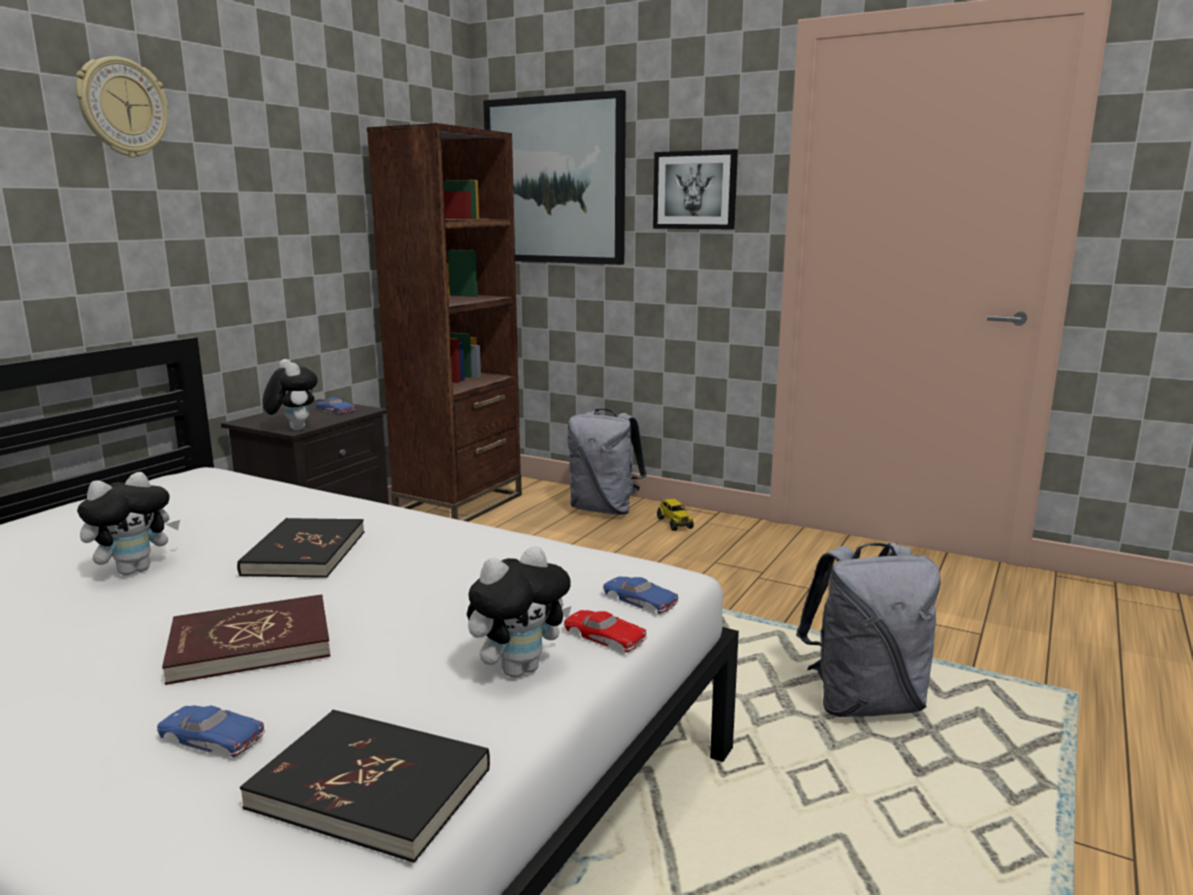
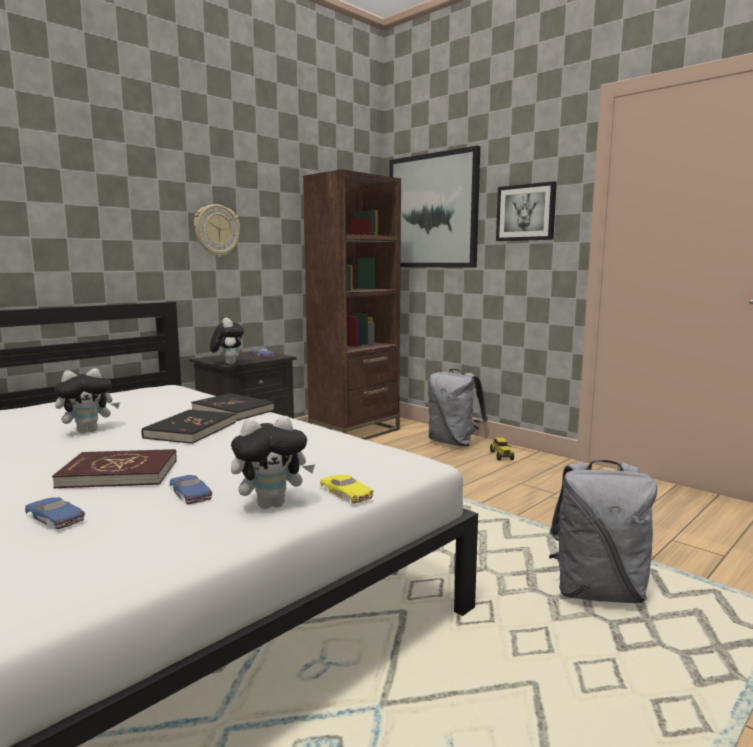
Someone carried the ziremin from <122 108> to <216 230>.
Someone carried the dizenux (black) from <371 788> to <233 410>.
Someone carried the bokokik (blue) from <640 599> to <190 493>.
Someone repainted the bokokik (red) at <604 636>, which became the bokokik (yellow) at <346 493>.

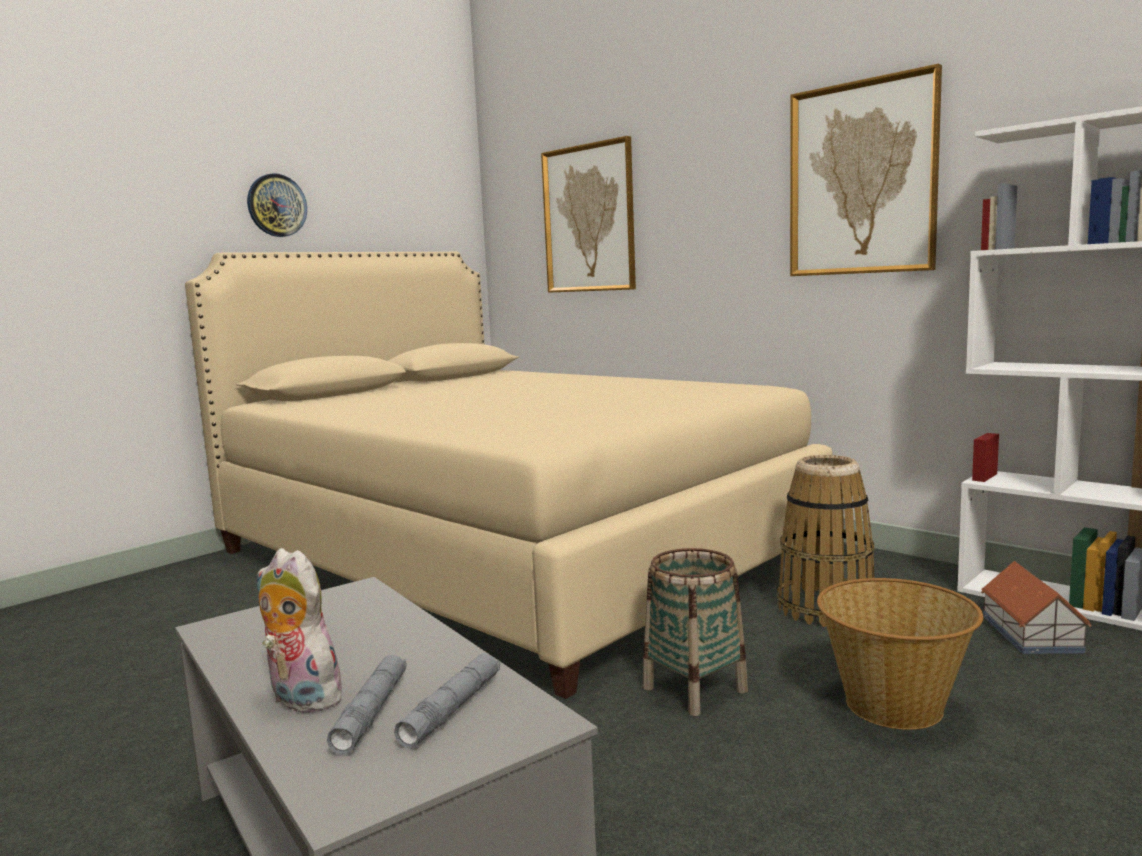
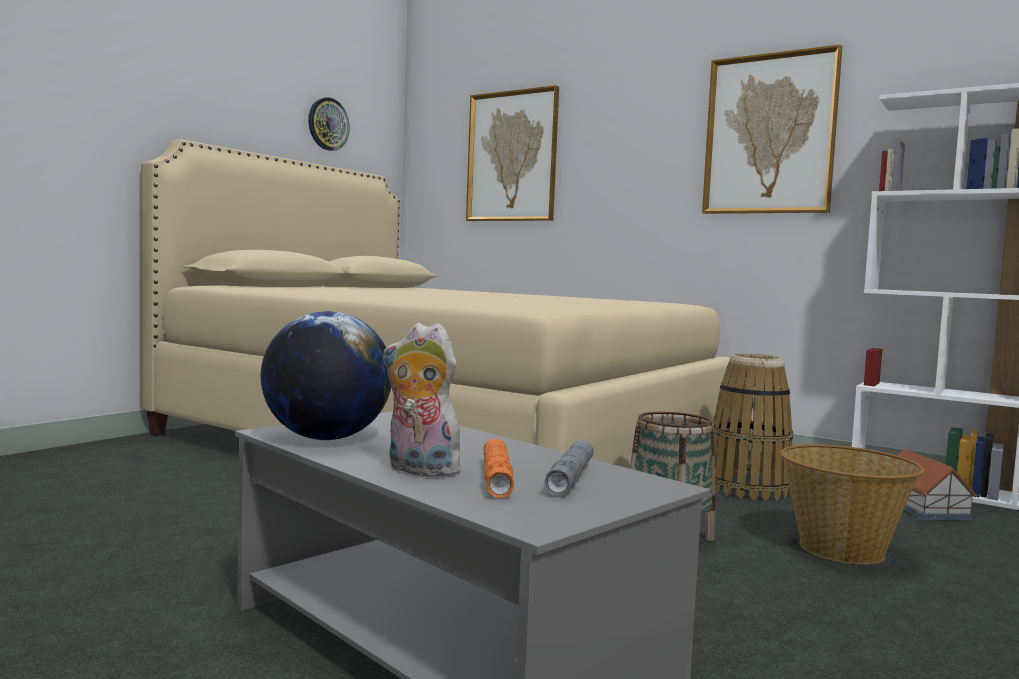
Someone put down the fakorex at <326 438>.
Someone carried the ziremin from <276 205> to <328 124>.
Someone repainted the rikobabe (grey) at <371 712>, which became the rikobabe (orange) at <496 478>.

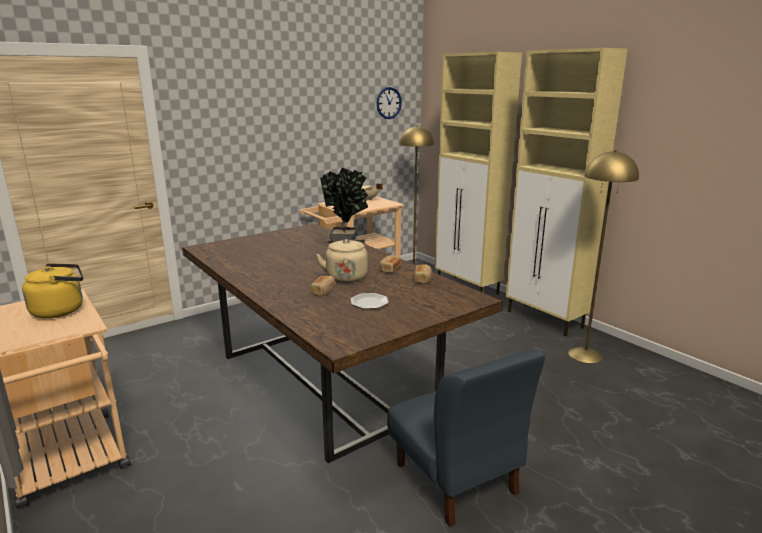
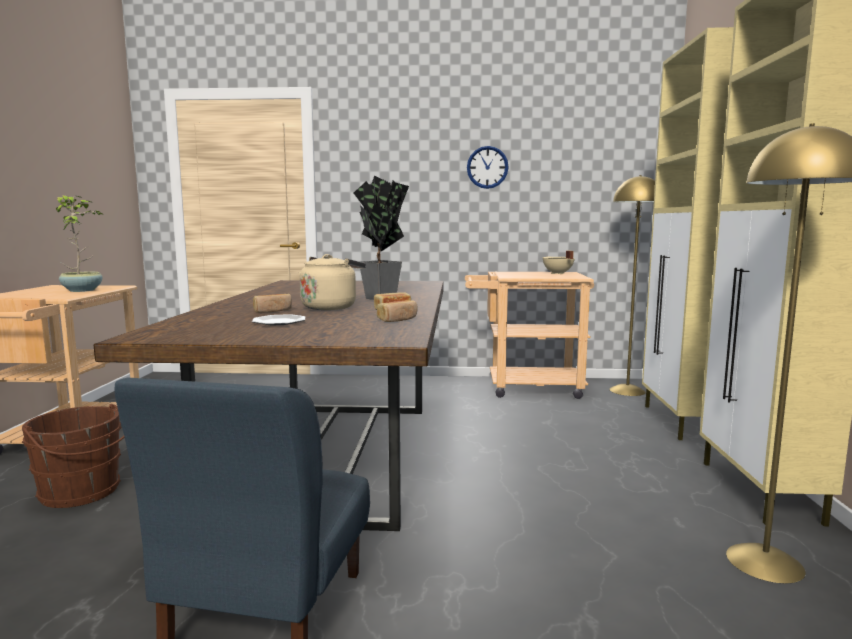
Someone put down the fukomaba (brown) at <82 493>.
Someone carried the ziremin from <388 103> to <487 167>.
Someone swapped the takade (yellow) at <61 310> for the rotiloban at <83 290>.

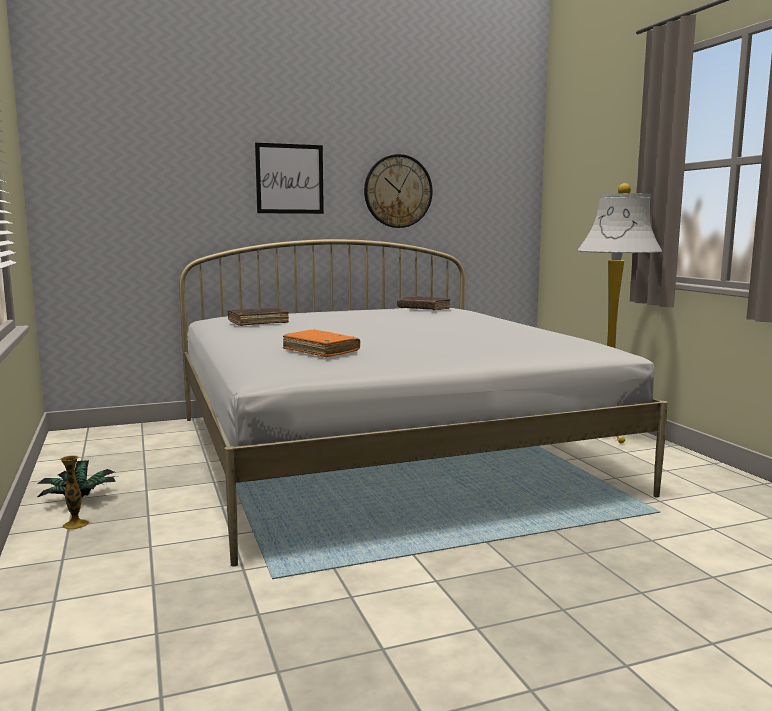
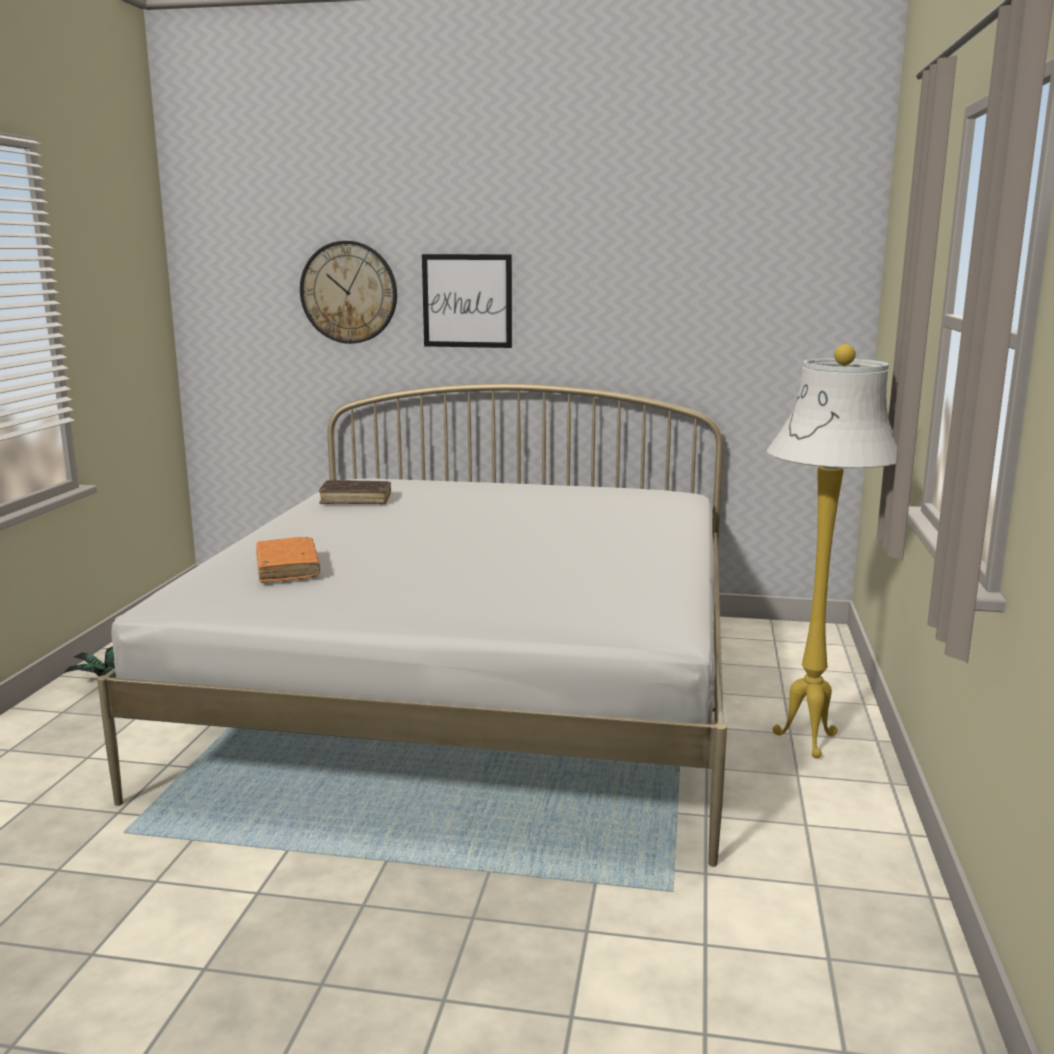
Someone took away the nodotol at <75 524>.
Someone took away the dizenux (brown) at <423 309>.
Someone carried the ziremin from <398 191> to <349 292>.

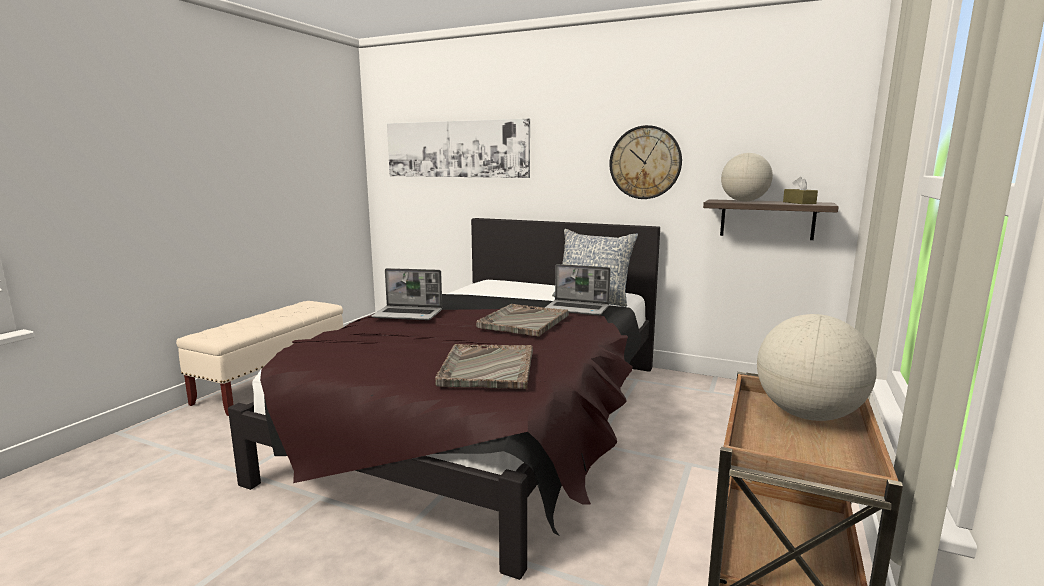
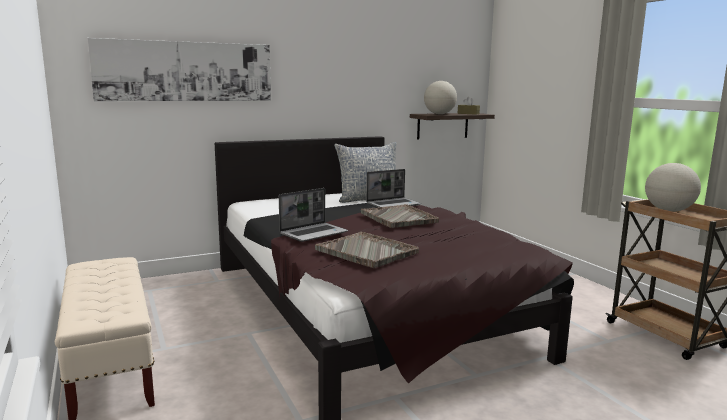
Someone took away the ziremin at <645 162>.
Someone carried the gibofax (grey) from <487 368> to <367 251>.

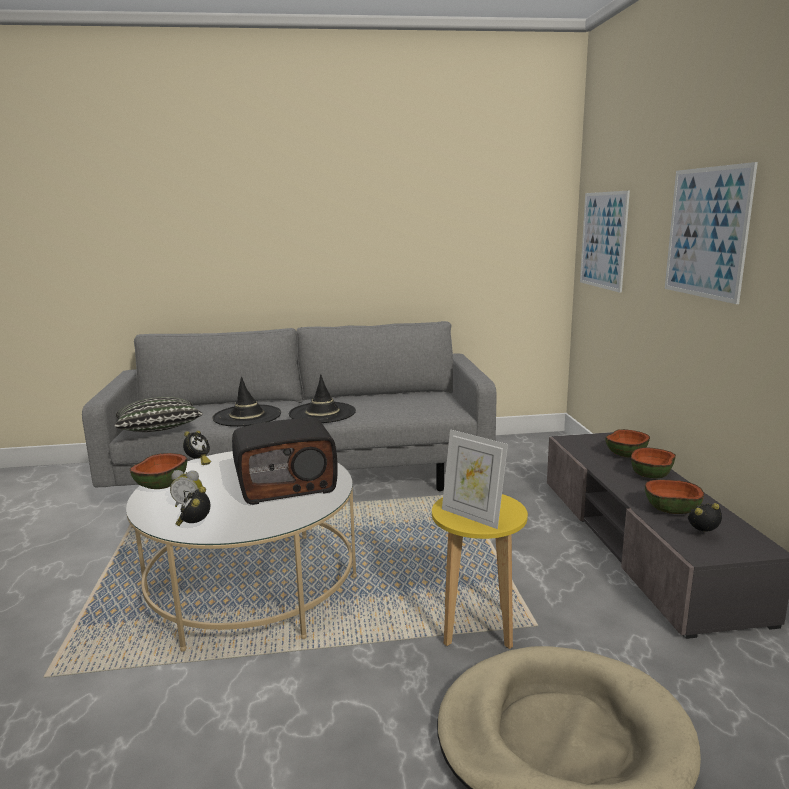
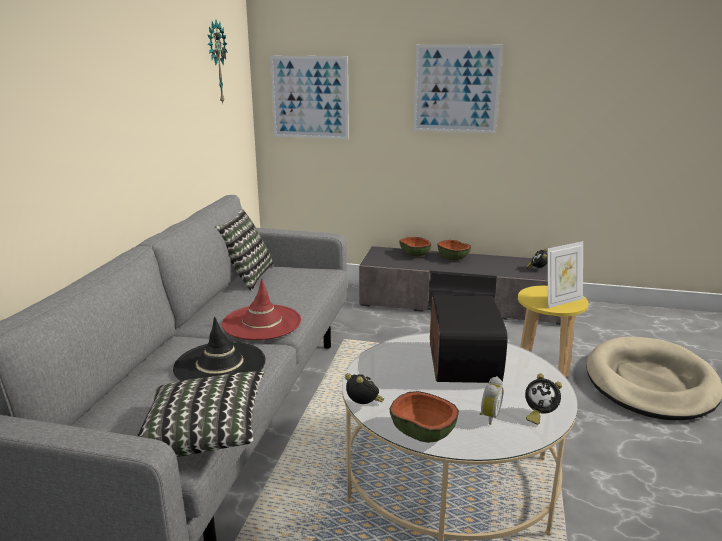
Someone took away the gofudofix at <671 510>.
Someone put up the ziremin at <216 62>.
Someone put down the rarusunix at <246 276>.
Someone repainted the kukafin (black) at <322 413>, which became the kukafin (red) at <261 322>.

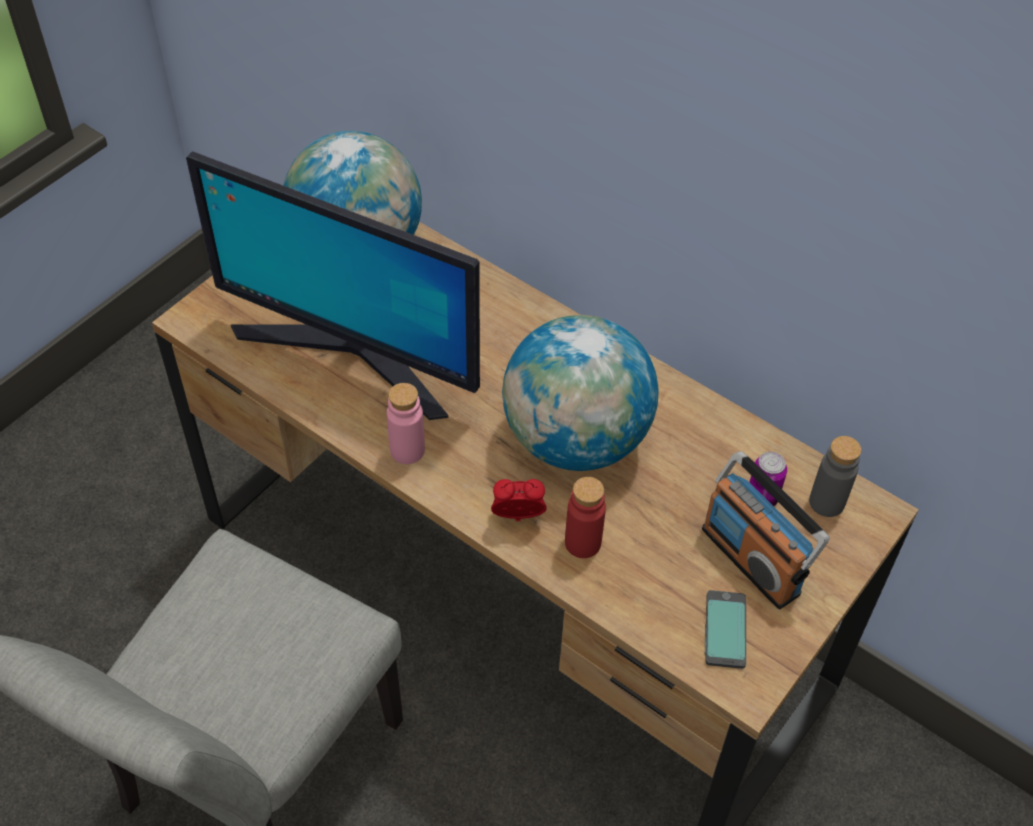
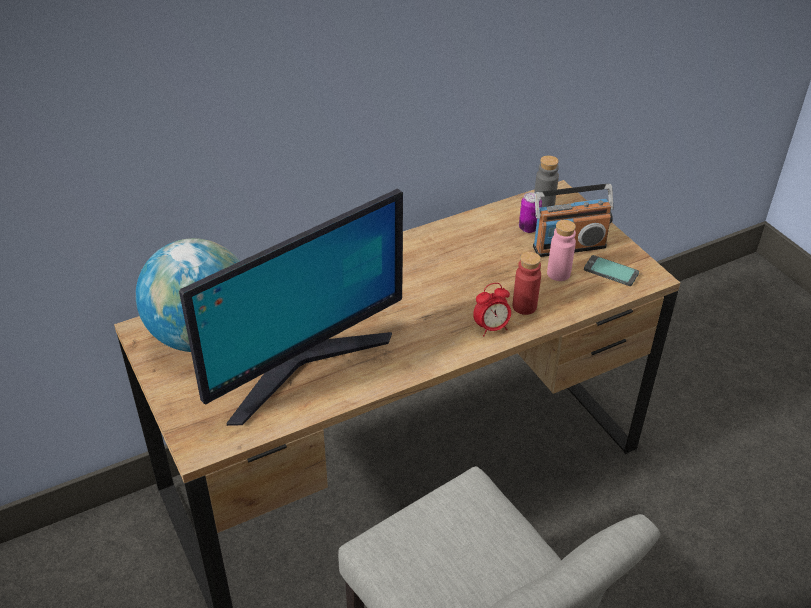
Someone took away the fakorex at <575 440>.
Someone carried the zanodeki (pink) from <407 450> to <558 273>.
Someone rotated the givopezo at <518 518> by 135 degrees counterclockwise.

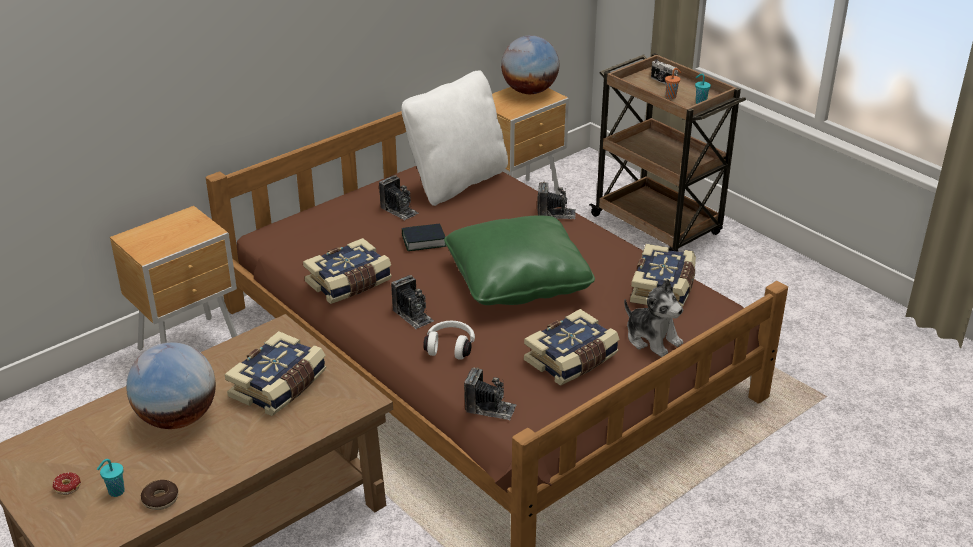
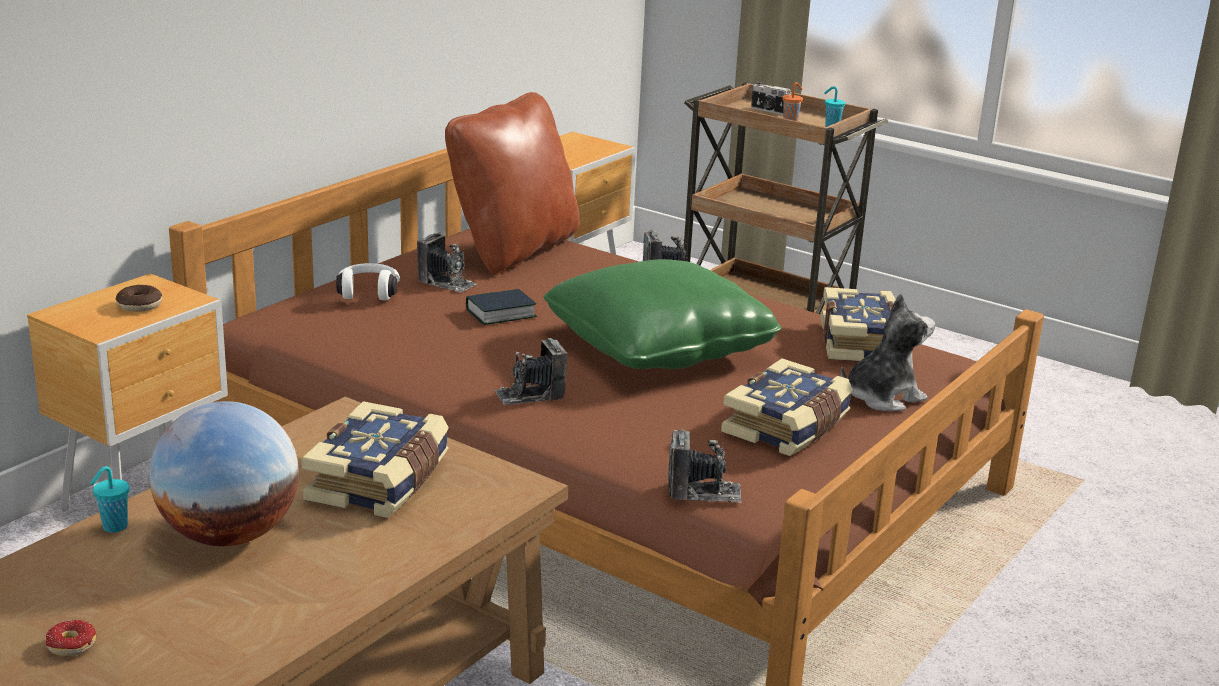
Someone took away the dizenux at <349 283>.
Someone took away the fakorex at <529 91>.
Someone carried the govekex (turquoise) from <115 492> to <113 527>.
Someone carried the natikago from <160 499> to <139 305>.
Someone carried the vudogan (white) from <450 347> to <368 292>.
Someone repainted the rarusunix (white) at <457 182>, which became the rarusunix (brown) at <514 250>.
Someone rotated the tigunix at <413 315> by 120 degrees clockwise.
Someone rotated the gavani at <652 339> by 60 degrees counterclockwise.

